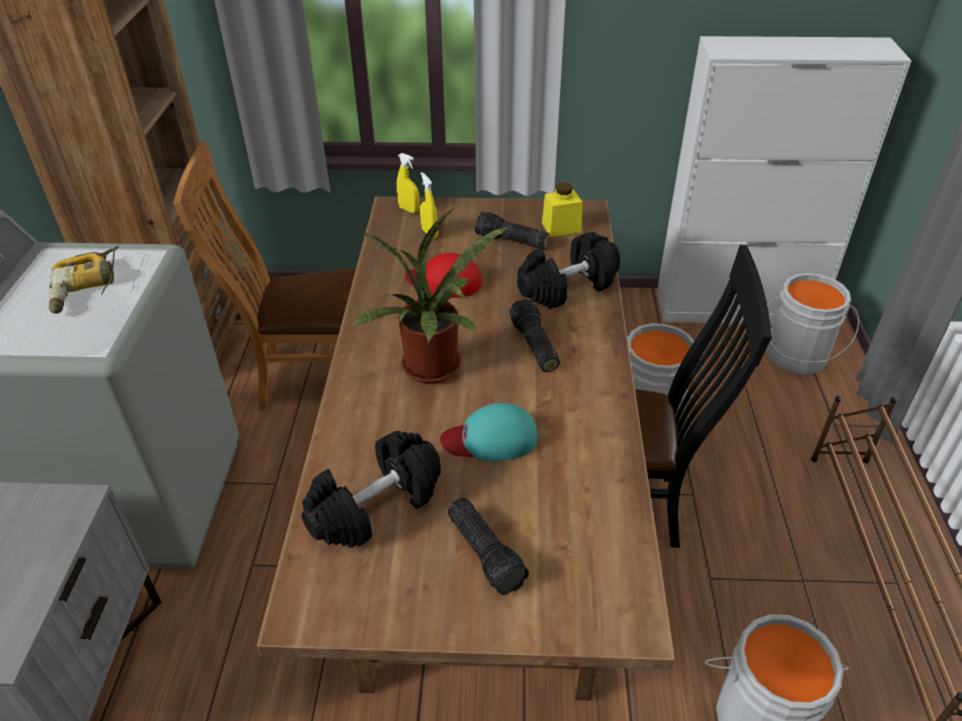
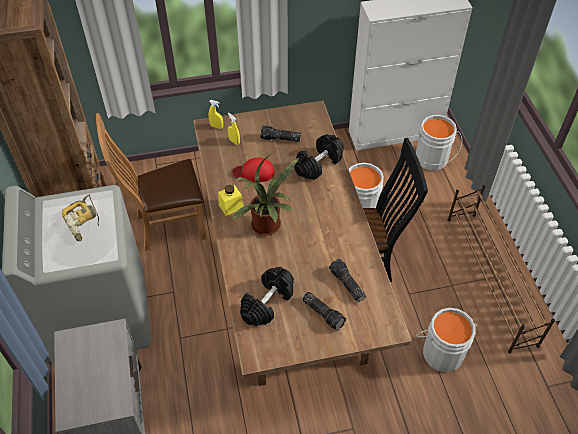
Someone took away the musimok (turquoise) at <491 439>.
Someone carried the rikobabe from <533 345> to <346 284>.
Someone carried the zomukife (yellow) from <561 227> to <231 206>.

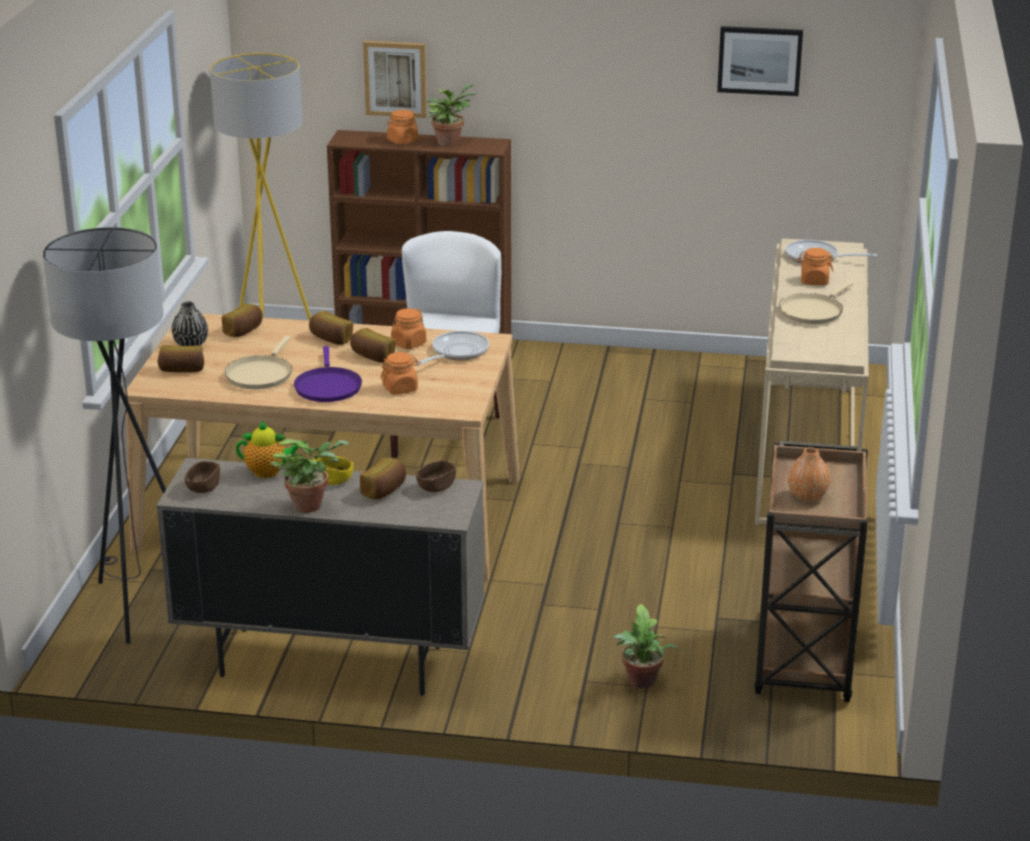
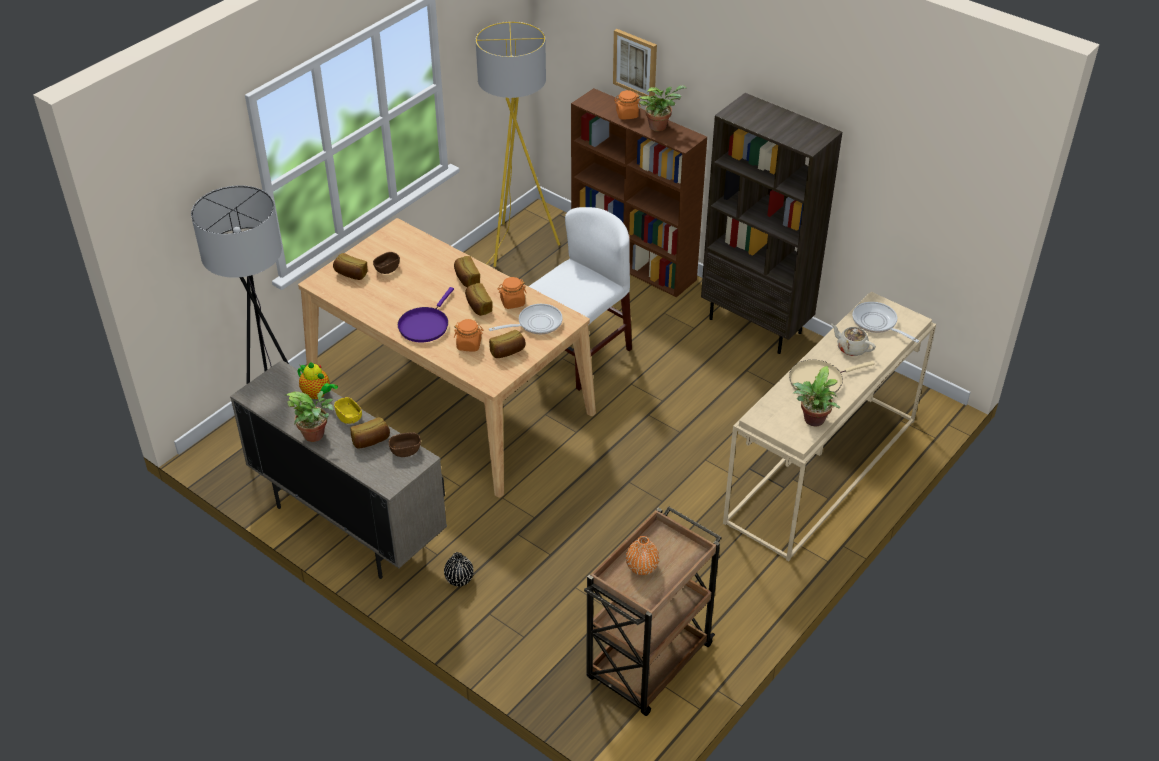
Someone took away the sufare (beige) at <260 374>.
Someone took away the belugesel at <759 60>.
Someone put down the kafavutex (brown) at <756 325>.
Someone carried the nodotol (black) from <191 344> to <459 579>.
Someone carried the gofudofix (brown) from <203 487> to <387 269>.
Someone carried the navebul from <244 331> to <507 352>.
Someone carried the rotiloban from <641 683> to <812 421>.
Someone swapped the zomukife (orange) at <814 281> for the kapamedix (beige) at <851 348>.

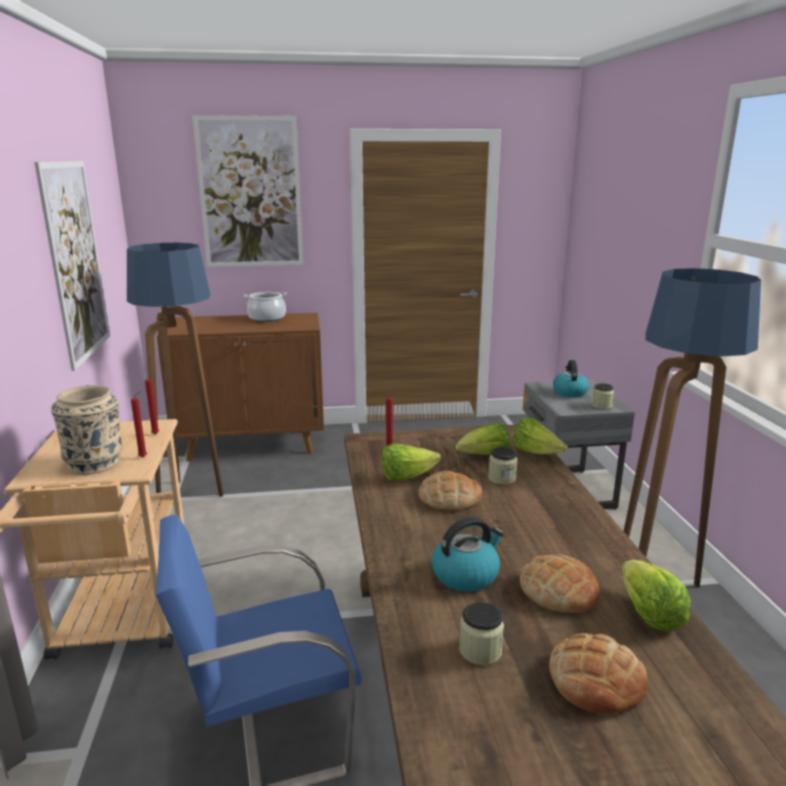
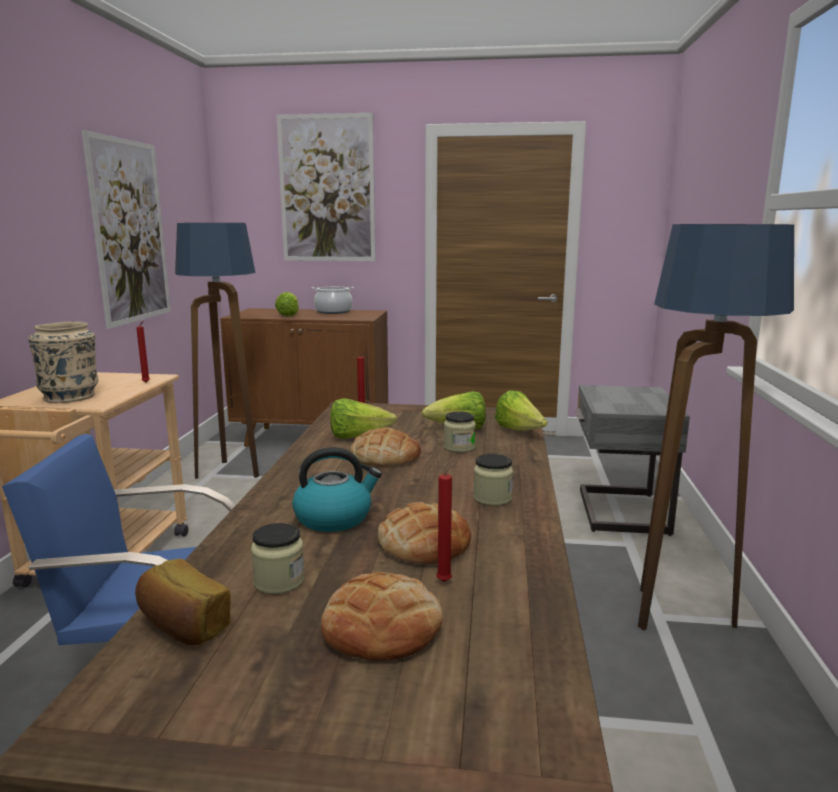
Someone took away the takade at <569 392>.
Someone put down the navebul at <183 625>.
Someone carried the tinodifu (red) from <144 457> to <446 581>.
Someone carried the zomukife from <601 406> to <492 498>.
Someone carried the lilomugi from <648 614> to <288 315>.

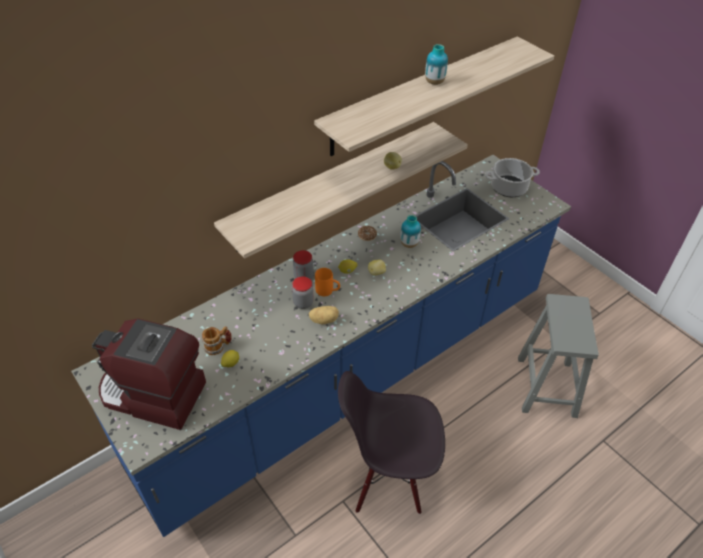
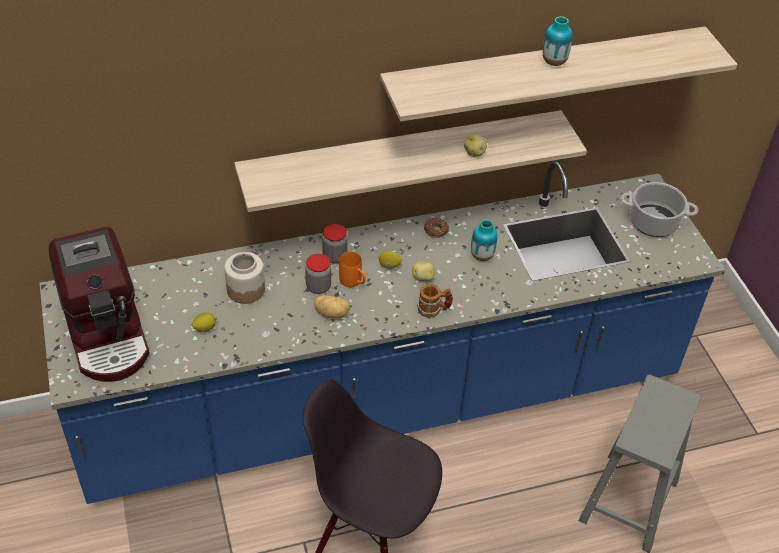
Someone put down the zomukife at <245 289>.
Someone carried the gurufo from <218 346> to <434 309>.
Someone rotated the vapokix at <153 395> by 150 degrees counterclockwise.

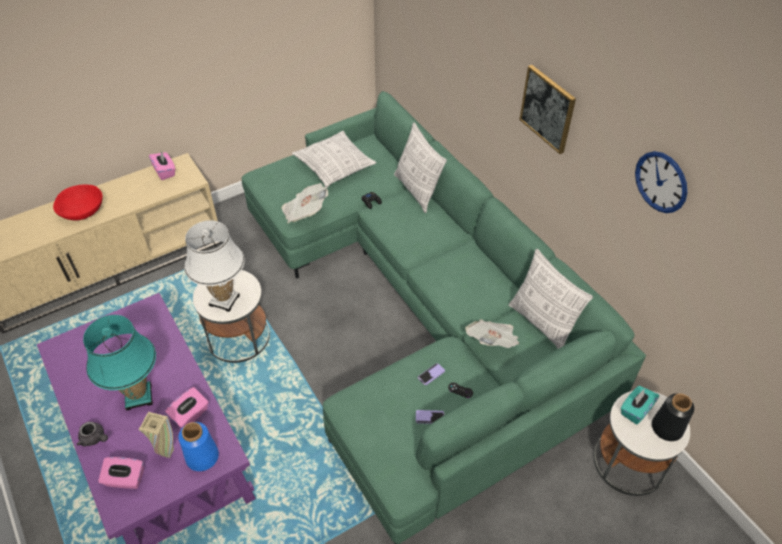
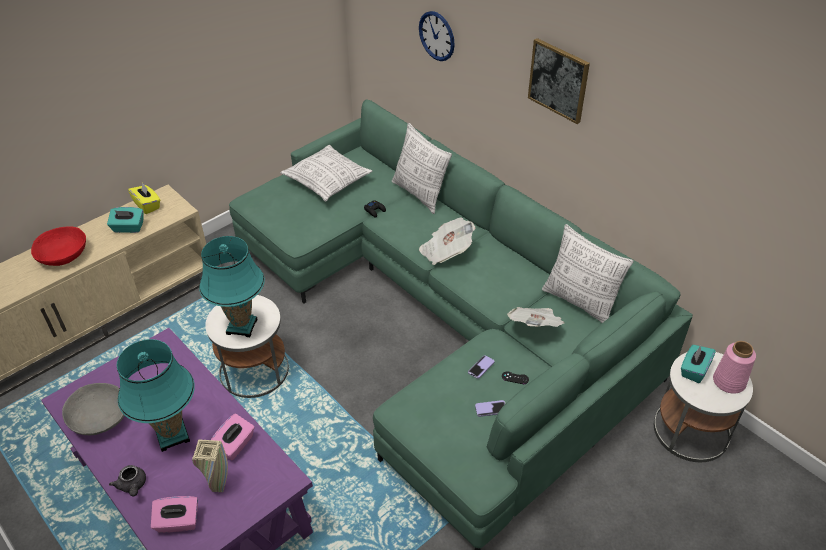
Someone took away the nodotol (blue) at <203 457>.
Someone put down the gofudofix (grey) at <99 418>.
Someone put down the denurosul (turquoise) at <128 228>.
Someone carried the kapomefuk from <305 212> to <446 251>.
Someone carried the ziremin from <661 182> to <437 36>.
Someone repainted the denurosul (pink) at <165 171>, which became the denurosul (yellow) at <147 205>.
Someone repainted the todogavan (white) at <224 300>, which became the todogavan (turquoise) at <241 326>.
Someone repainted the nodotol (black) at <667 427>, which became the nodotol (pink) at <729 381>.
Someone rotated the kapamedix (grey) at <94 438> by 45 degrees clockwise.

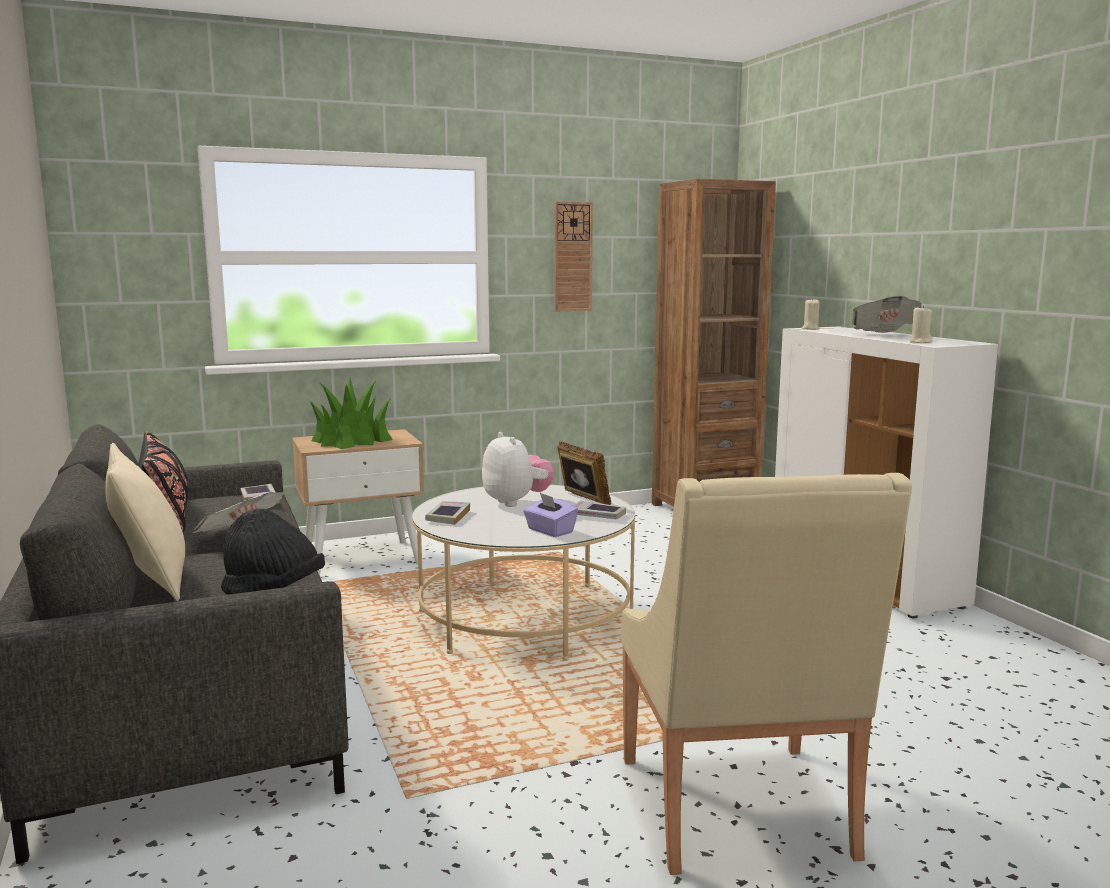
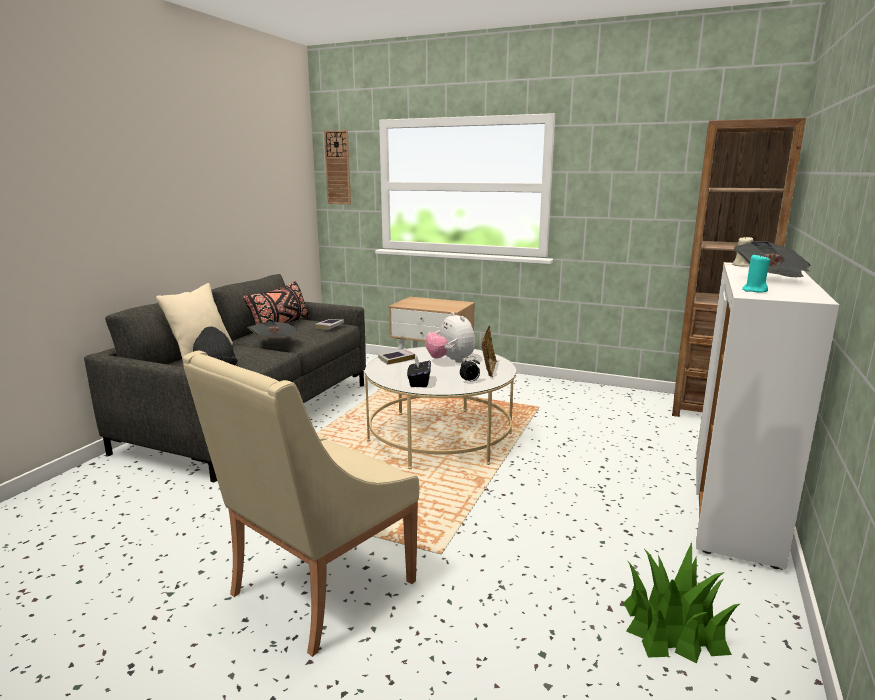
Someone carried the rotiloban from <351 440> to <672 628>.
Someone carried the ziremin from <572 257> to <338 167>.
Someone swapped the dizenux at <597 515> for the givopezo at <470 381>.
Someone repainted the denurosul (purple) at <550 531>, which became the denurosul (black) at <419 382>.
Someone repainted the tinodifu (beige) at <920 342>, which became the tinodifu (turquoise) at <754 290>.
Someone rotated the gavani at <516 502> by 135 degrees clockwise.

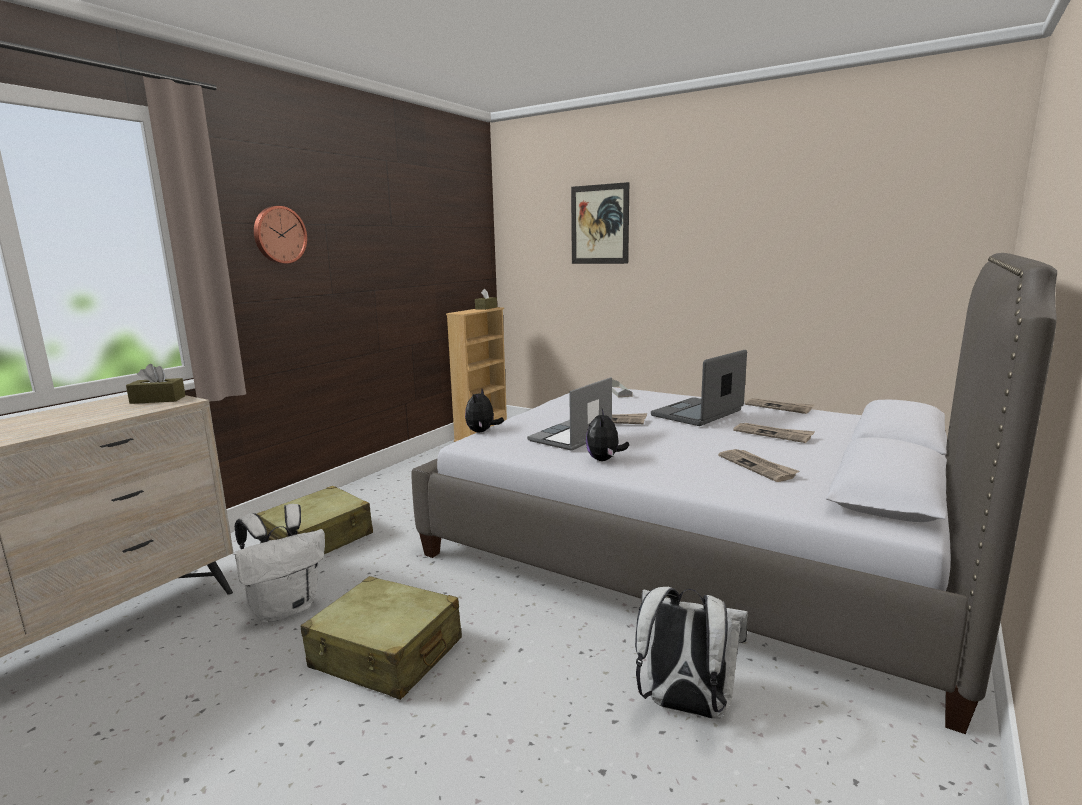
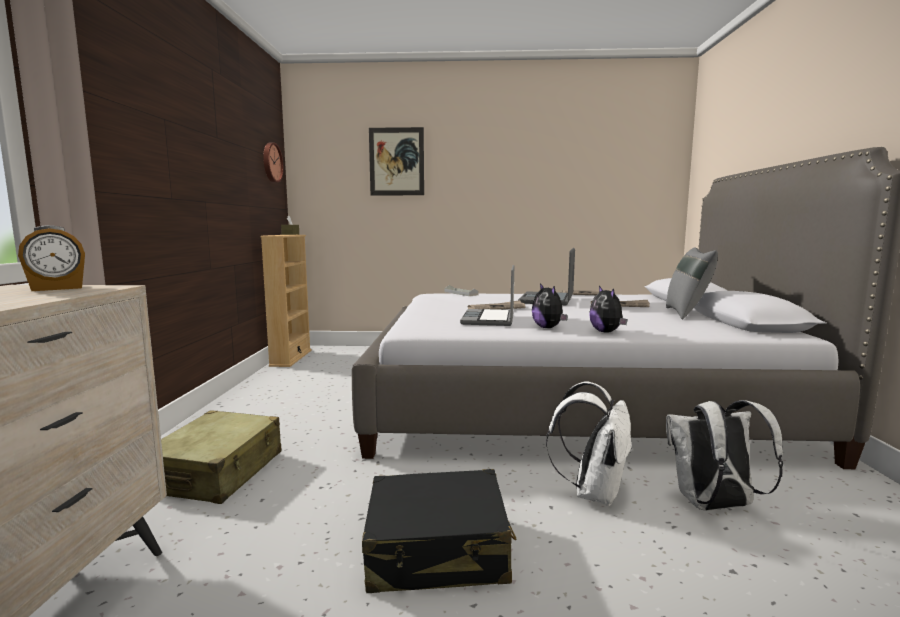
Someone took away the kapomefuk at <757 467>.
Someone put down the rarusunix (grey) at <687 313>.
Someone carried the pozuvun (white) from <286 608> to <593 492>.
Someone carried the ziremin from <279 235> to <271 162>.
Someone carried the gavani from <482 432> to <606 332>.
Someone swapped the denurosul (brown) at <158 400> for the givopezo at <57 288>.
Someone repainted the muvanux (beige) at <386 654>, which became the muvanux (black) at <438 551>.

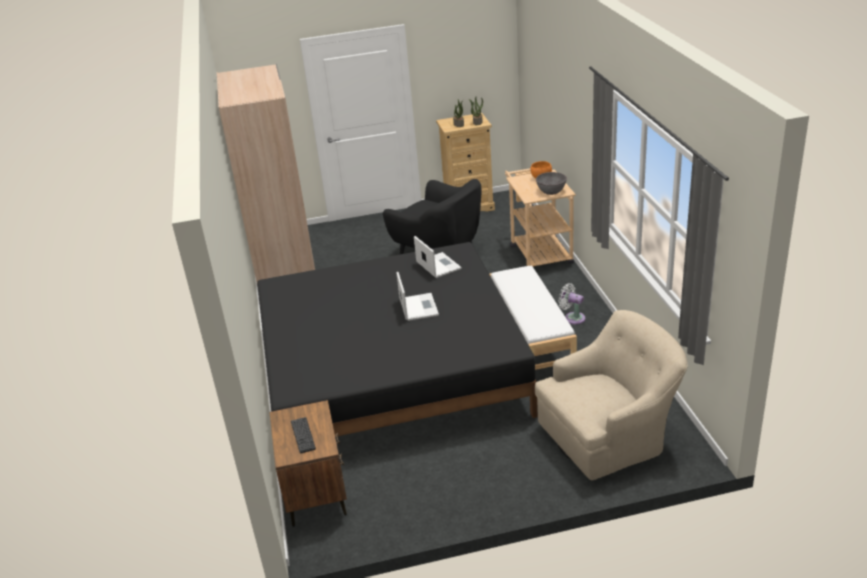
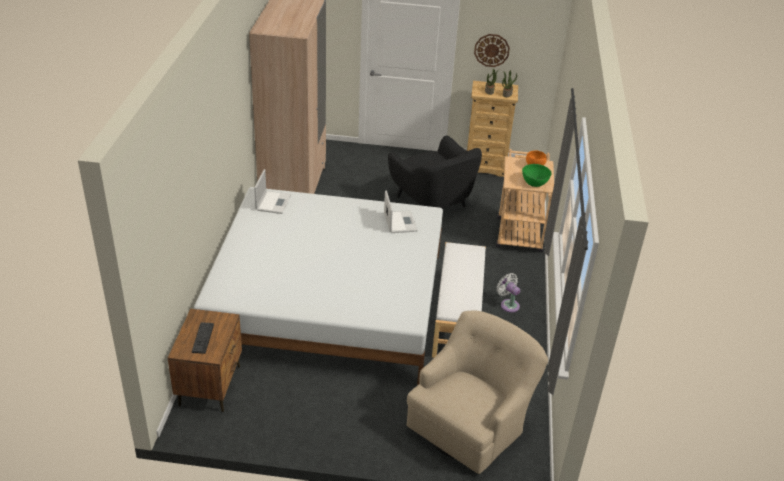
Someone put up the ziremin at <491 50>.
Someone carried the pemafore from <418 307> to <273 202>.
Someone repainted the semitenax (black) at <391 372>, which became the semitenax (white) at <328 301>.
Someone repainted the gofudofix (grey) at <551 191>, which became the gofudofix (green) at <534 182>.
Someone rotated the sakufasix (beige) at <609 434> by 45 degrees counterclockwise.

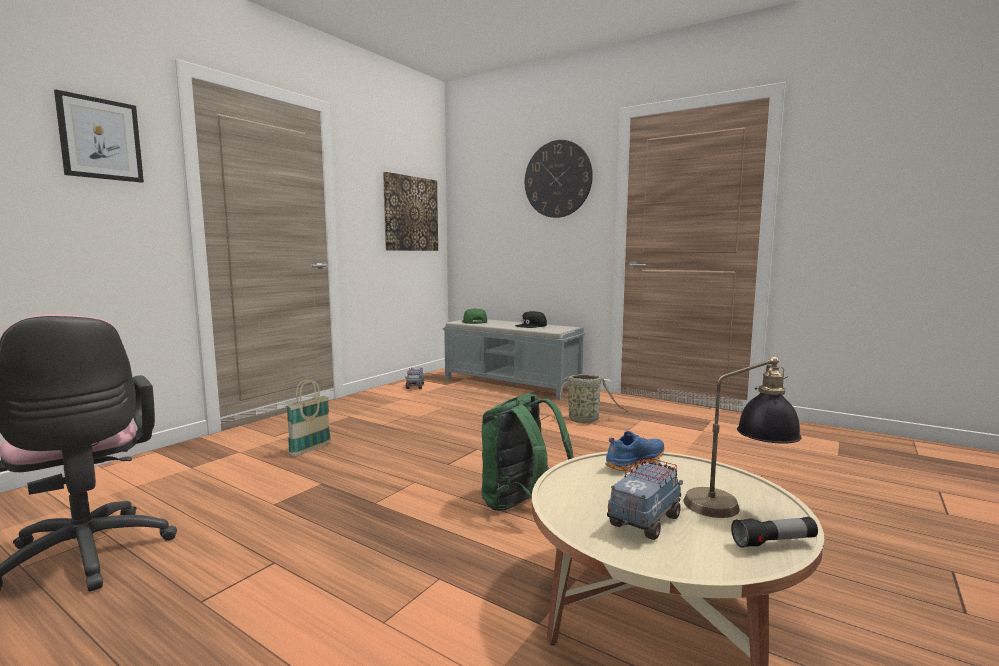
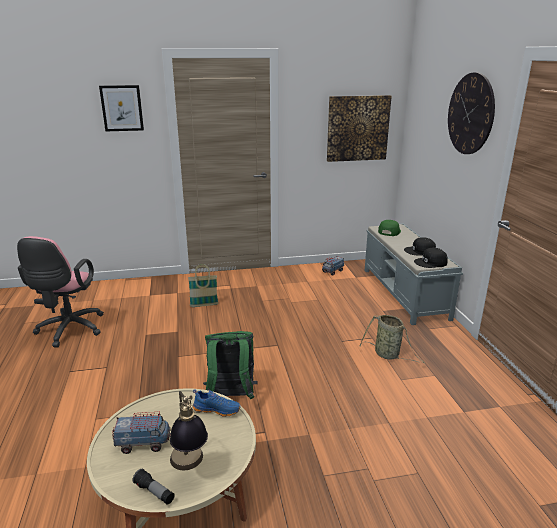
Someone put down the musimok (black) at <431 263>.

